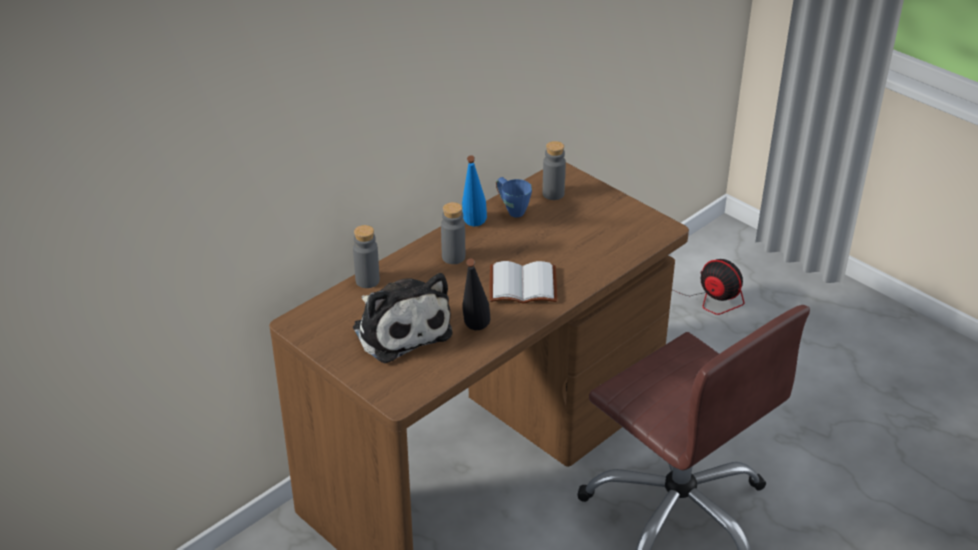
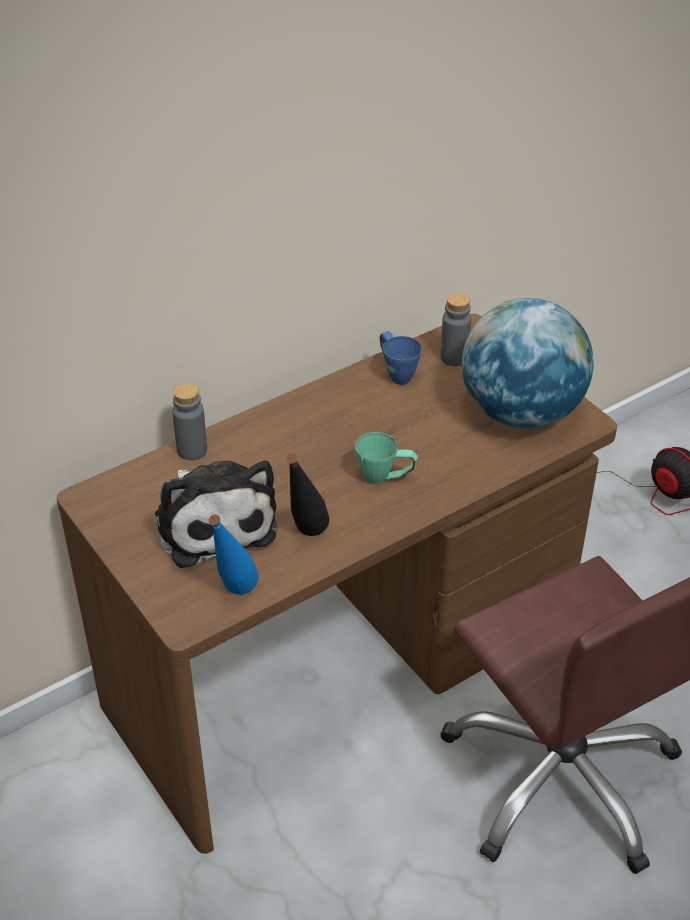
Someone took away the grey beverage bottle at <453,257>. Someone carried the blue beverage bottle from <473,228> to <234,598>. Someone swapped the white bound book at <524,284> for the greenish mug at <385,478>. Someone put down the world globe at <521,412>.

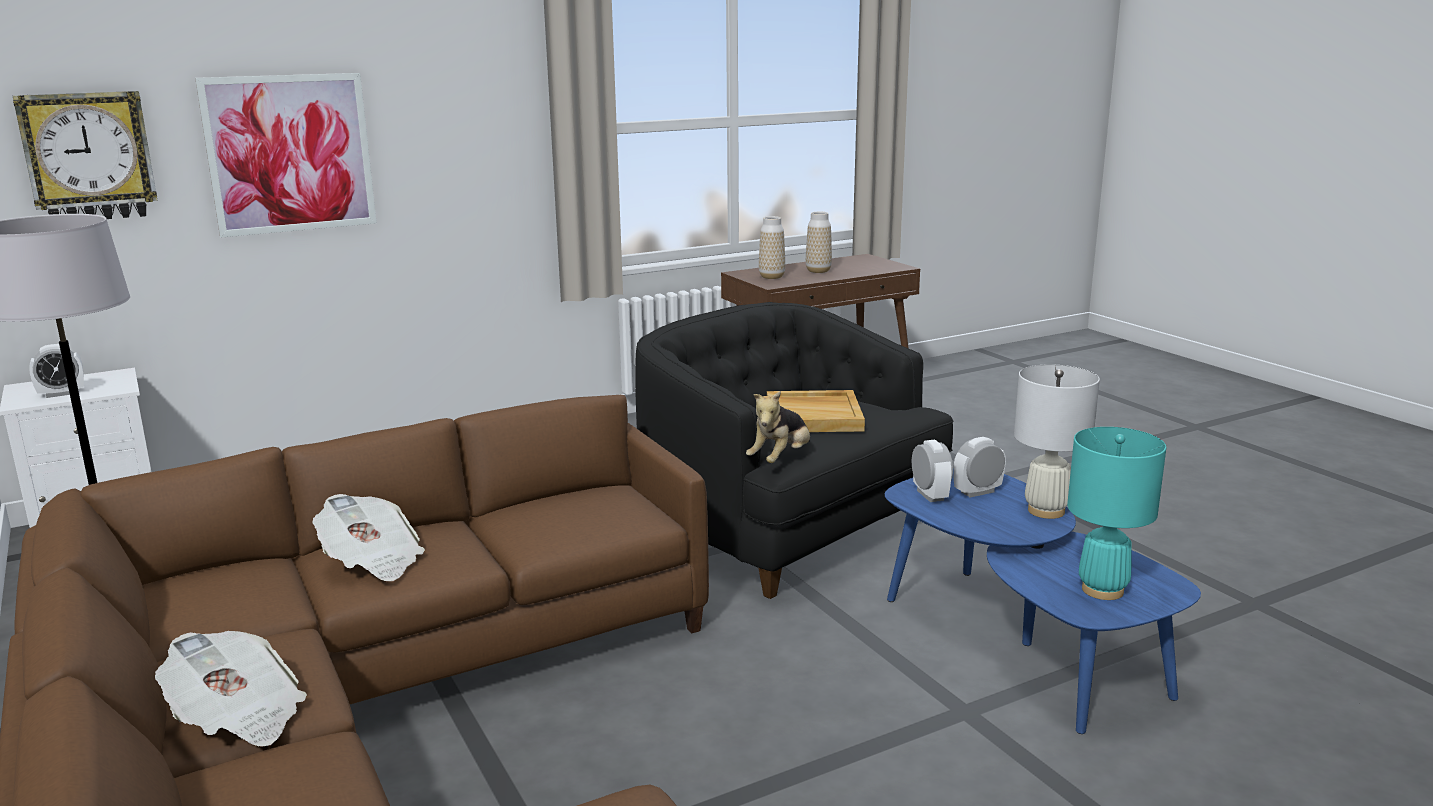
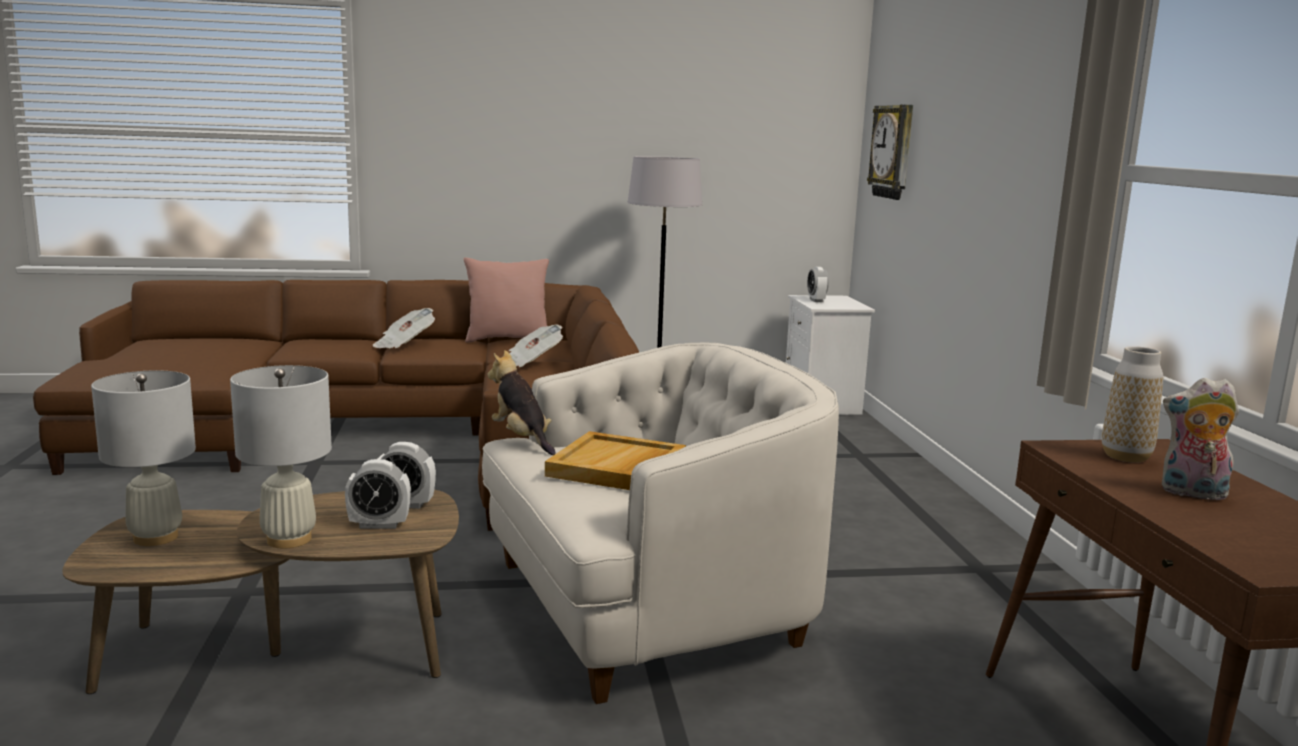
Someone took away the picture at <290,154>. Someone repainted the blackish armchair at <787,528>, which became the white armchair at <646,607>. Someone swapped the vase at <818,271> for the soft toy at <1191,493>. Someone repainted the blue low table at <1019,643>, which became the brown low table at <282,652>. Someone rotated the bedside clock at <977,492> by 90 degrees clockwise. Someone repainted the turquoise-coloured tabletop lamp at <1103,590>, which became the white tabletop lamp at <155,537>. Someone put down the pink pillow at <508,339>.

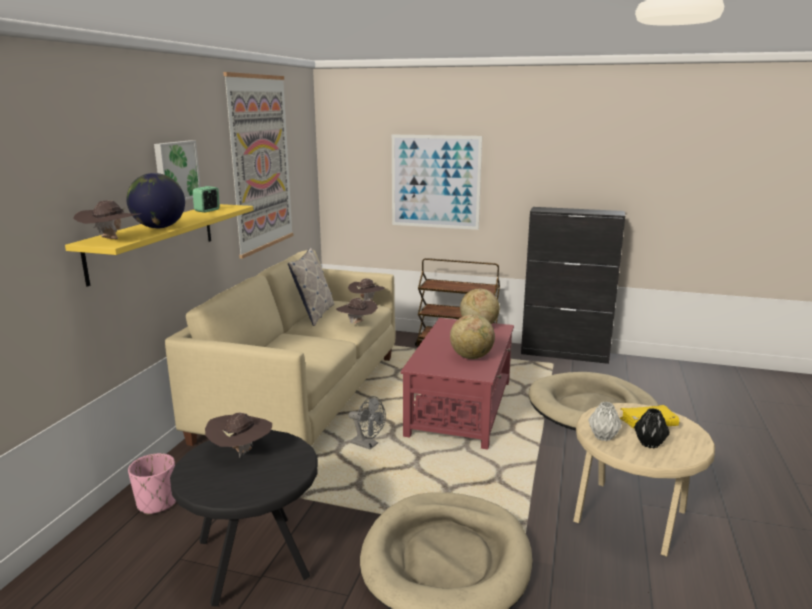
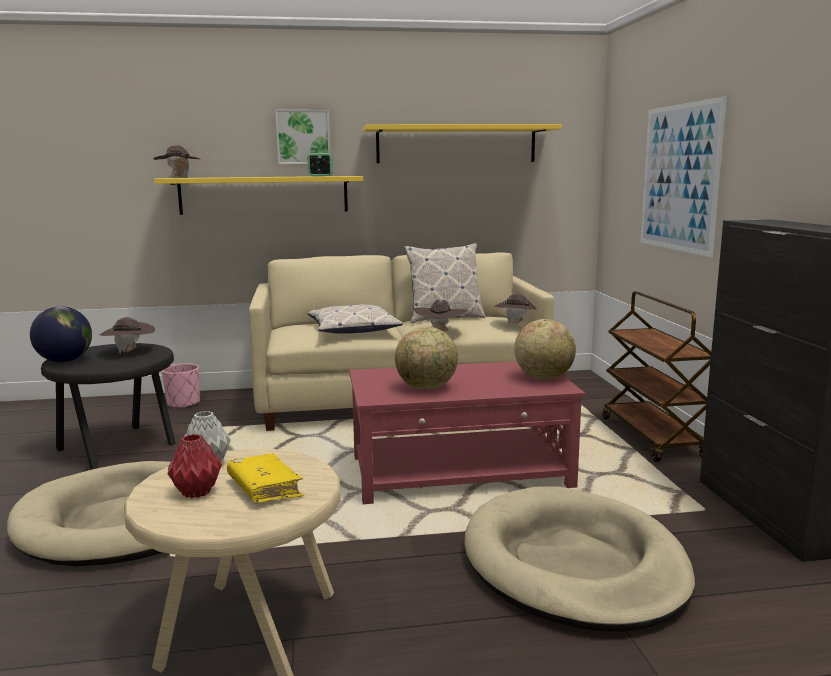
Someone carried the world globe from <159,228> to <64,361>. Someone swapped the picture at <261,163> for the yellow-coloured wall shelf at <456,144>. Someone took away the grey fan at <368,445>. Someone repainted the blackish vase at <649,444>, which became the red vase at <195,492>. Someone put down the pillow at <353,329>.

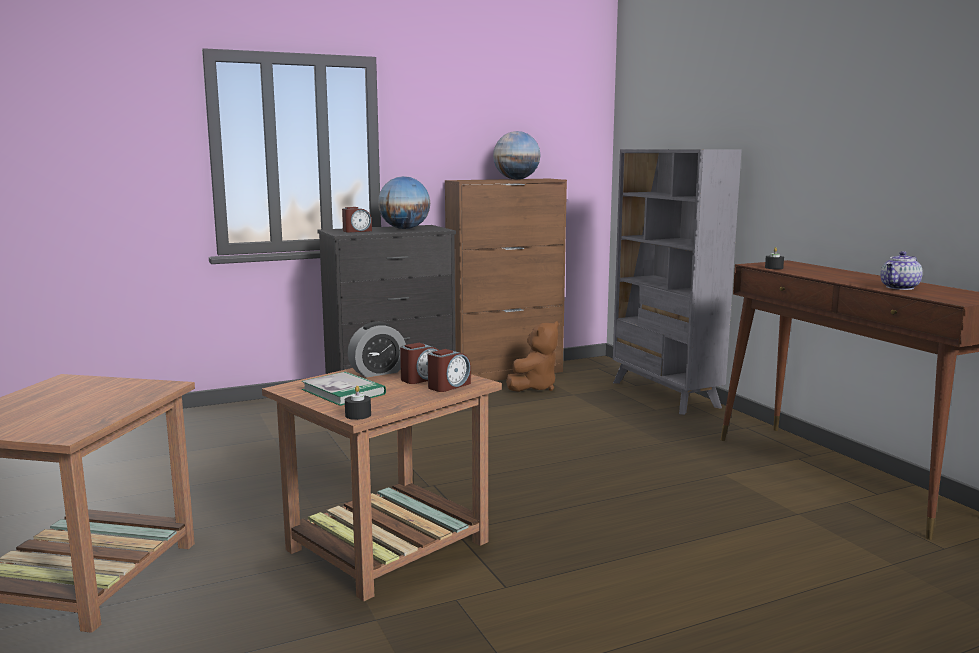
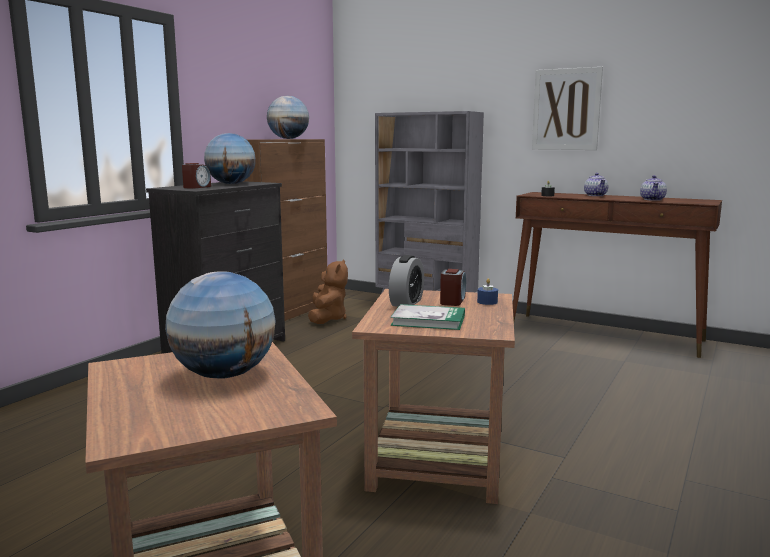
Someone took away the blackish candle at <358,415>. Someone swapped the bedside clock at <448,386> for the blue candle at <487,302>. Someone put down the world globe at <224,375>. Someone put up the picture at <566,109>. Someone put down the teapot at <596,195>.

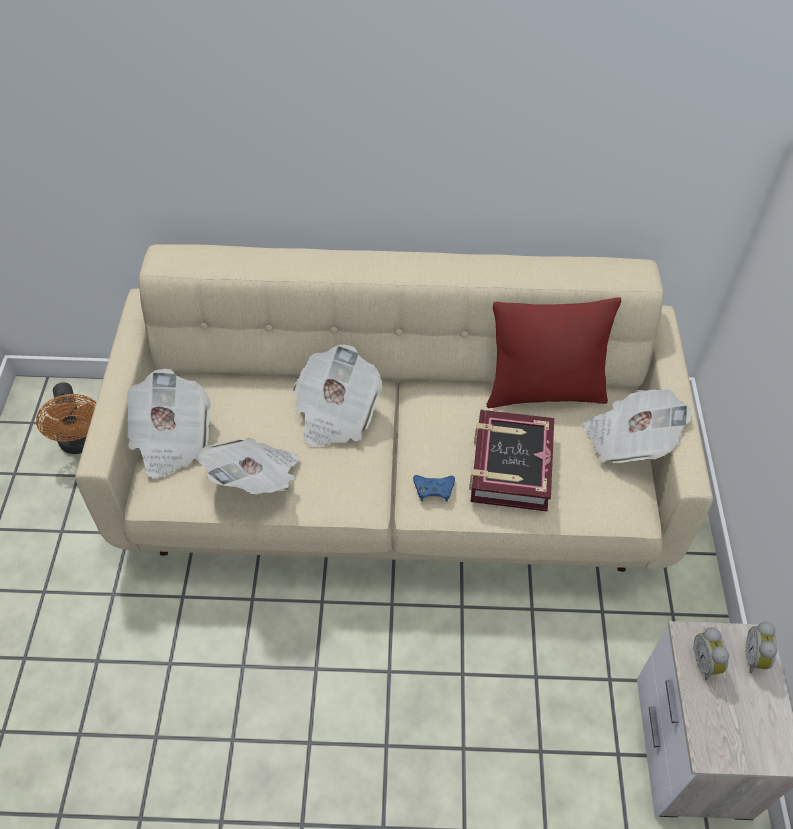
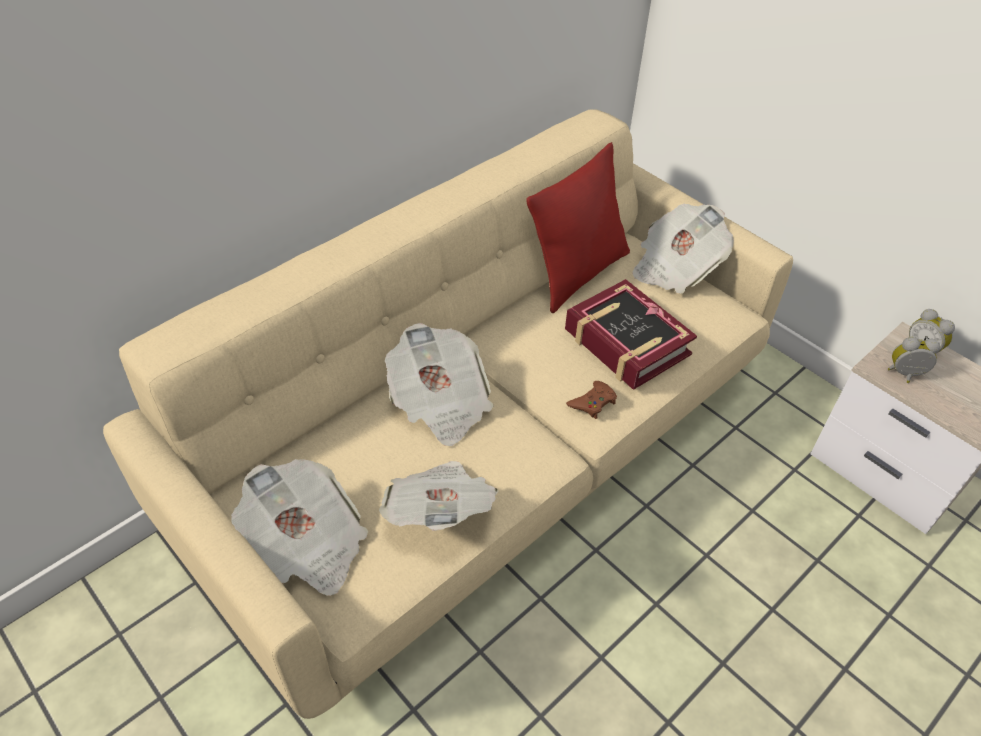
Someone took away the orange-coloured fan at <82,443>. Someone repainted the blue game controller at <433,489>, which became the brown game controller at <593,402>. Someone rotated the bedside clock at <706,662> by 150 degrees clockwise.

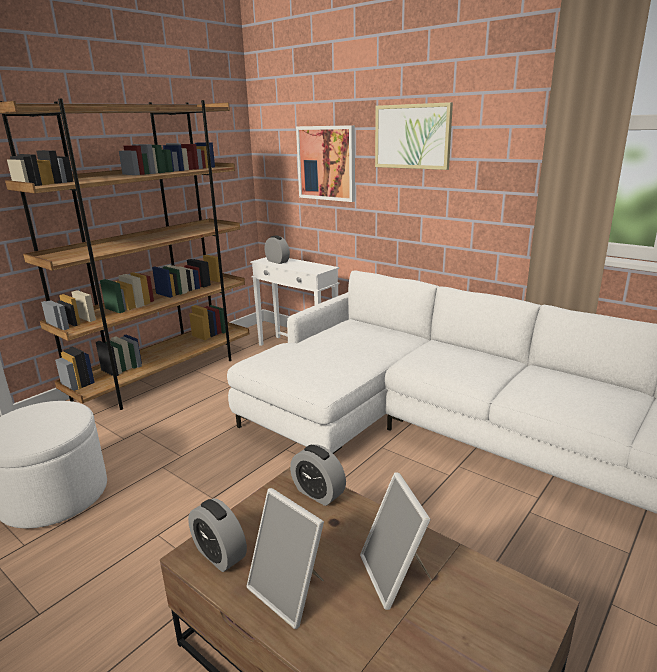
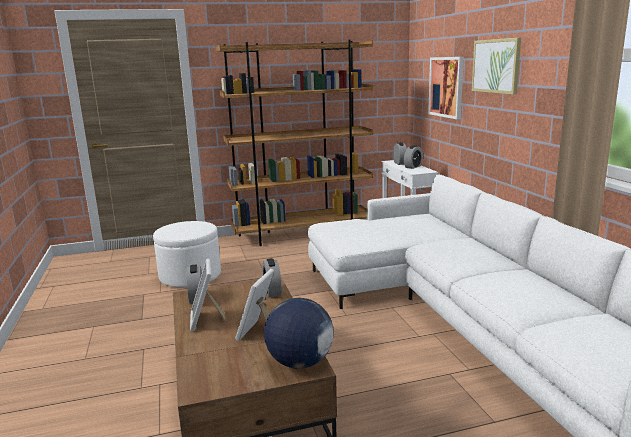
Someone put down the world globe at <300,363>. Someone put down the bedside clock at <413,167>.

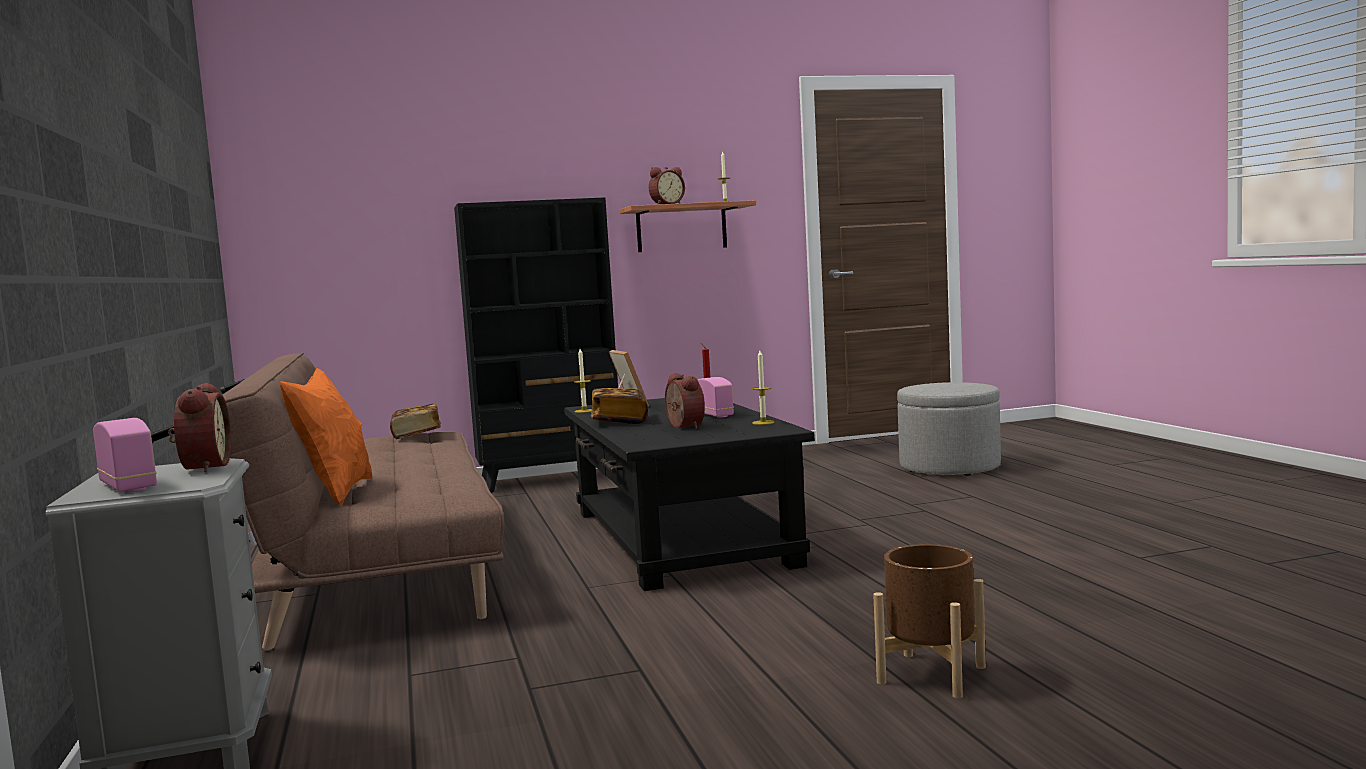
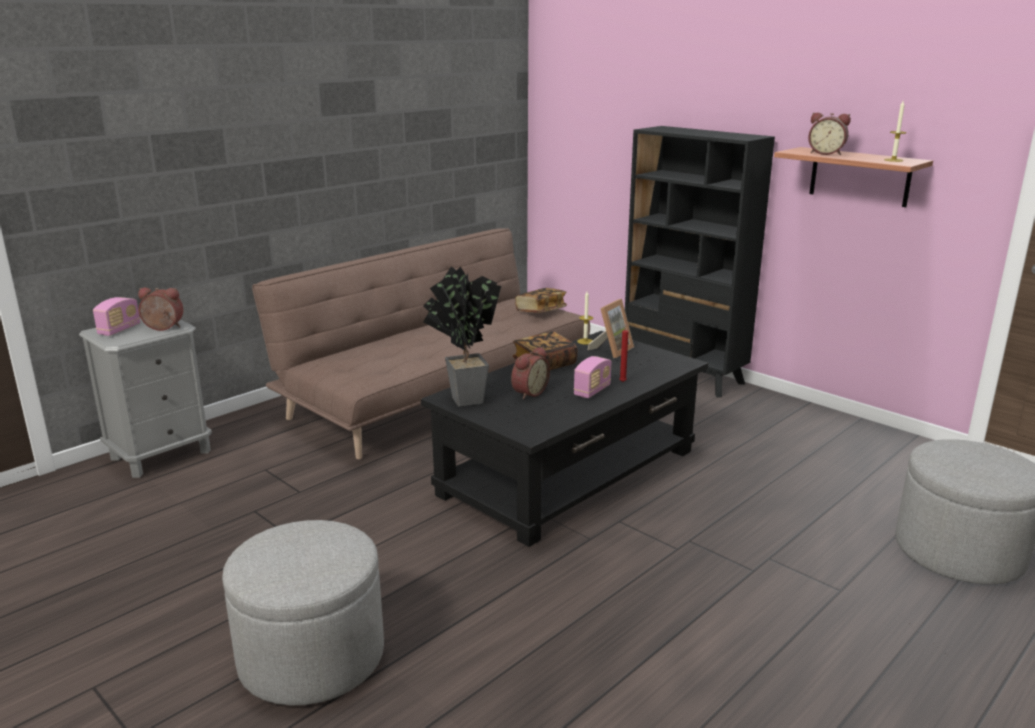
Someone rotated the bedside clock at <202,468> by 135 degrees counterclockwise. Someone took away the orange-coloured pillow at <335,493>. Someone took away the candle at <763,422>. Someone swapped the brown planter at <932,675> for the grey pouffe at <311,657>. Someone put down the houseplant at <461,399>.

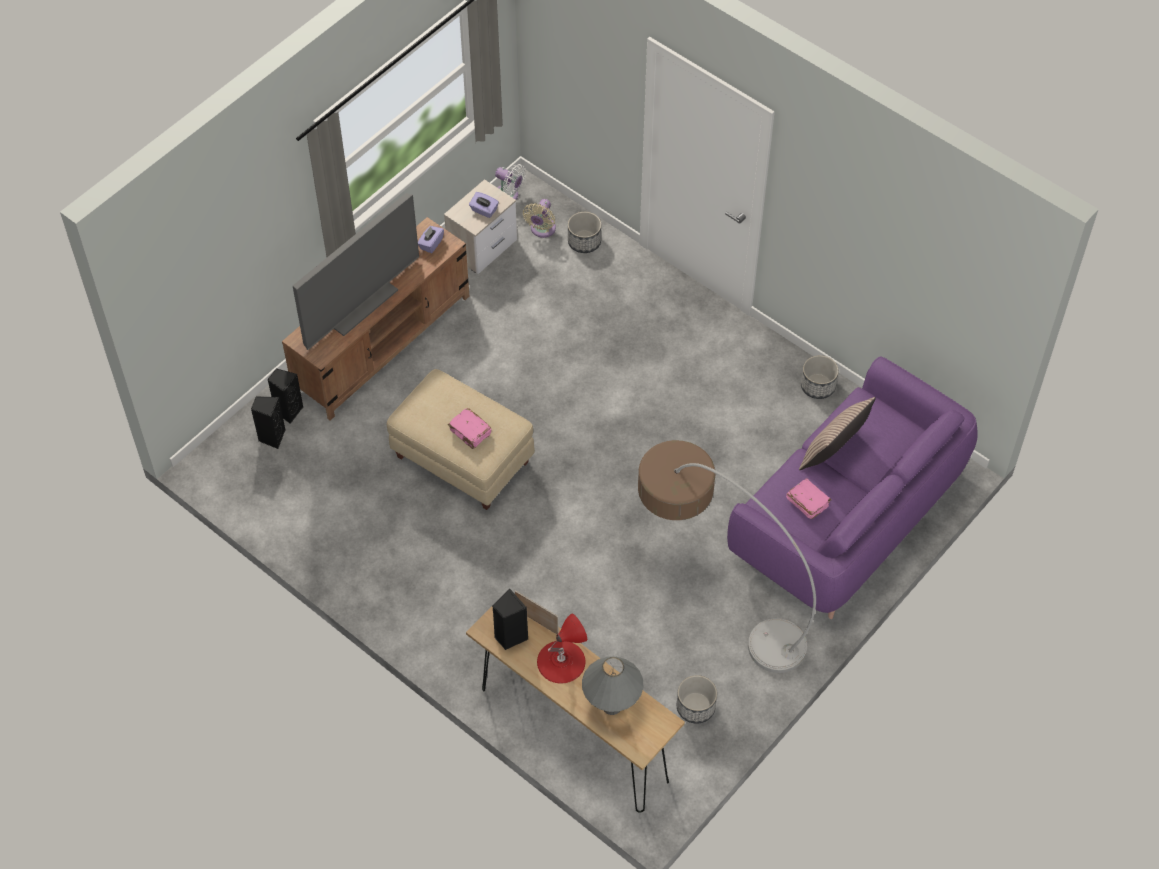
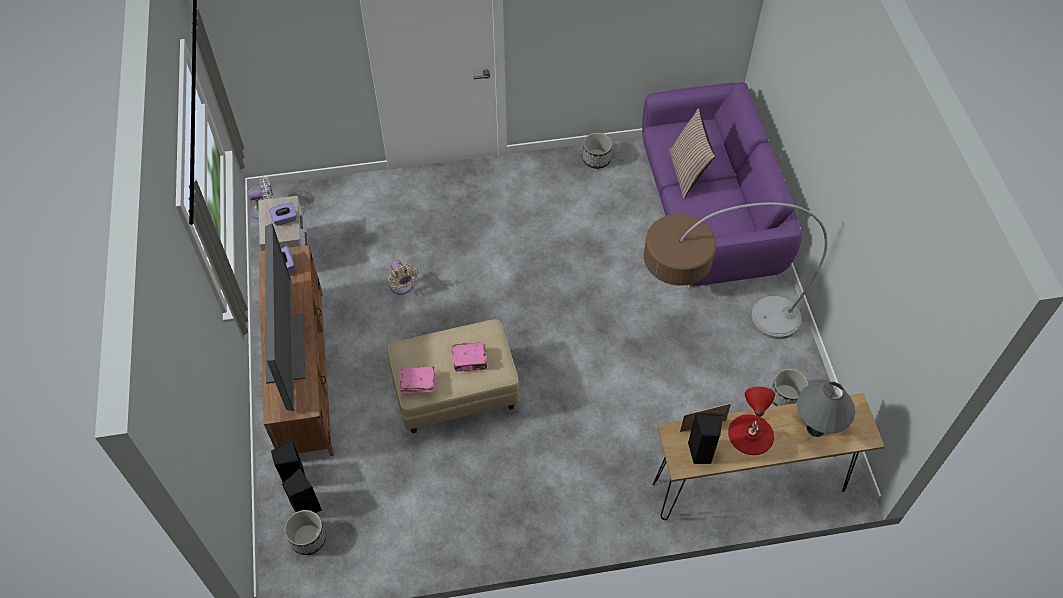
Someone carried the sand-coloured fan from <542,230> to <402,287>. Someone carried the planter from <584,242> to <308,539>. Someone carried the pink bound book from <807,502> to <417,384>.

